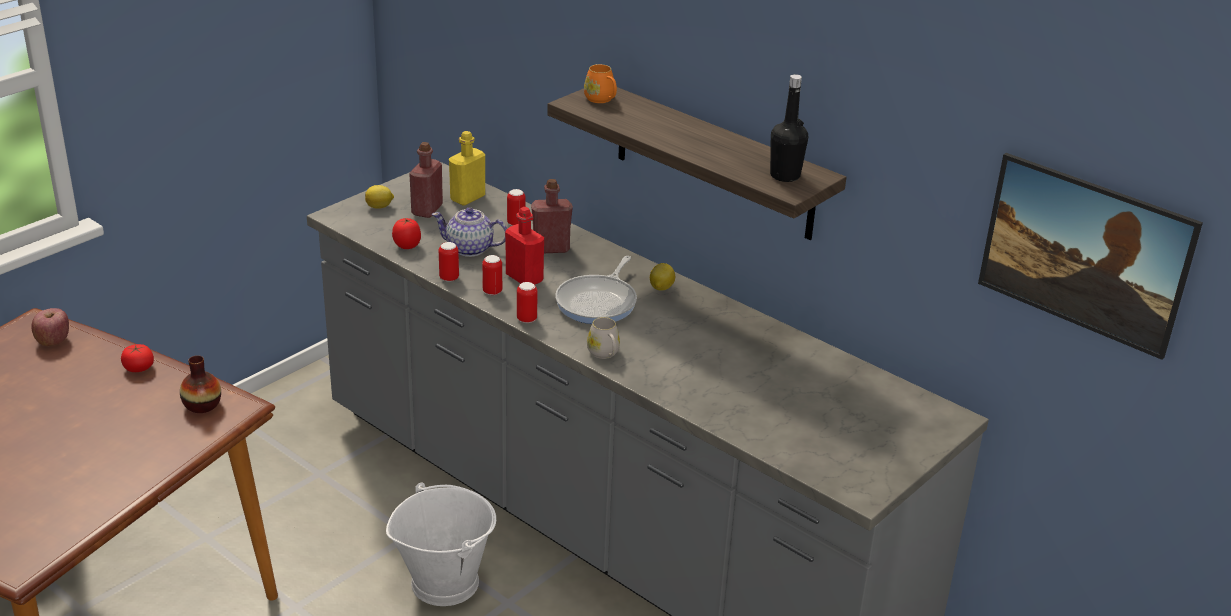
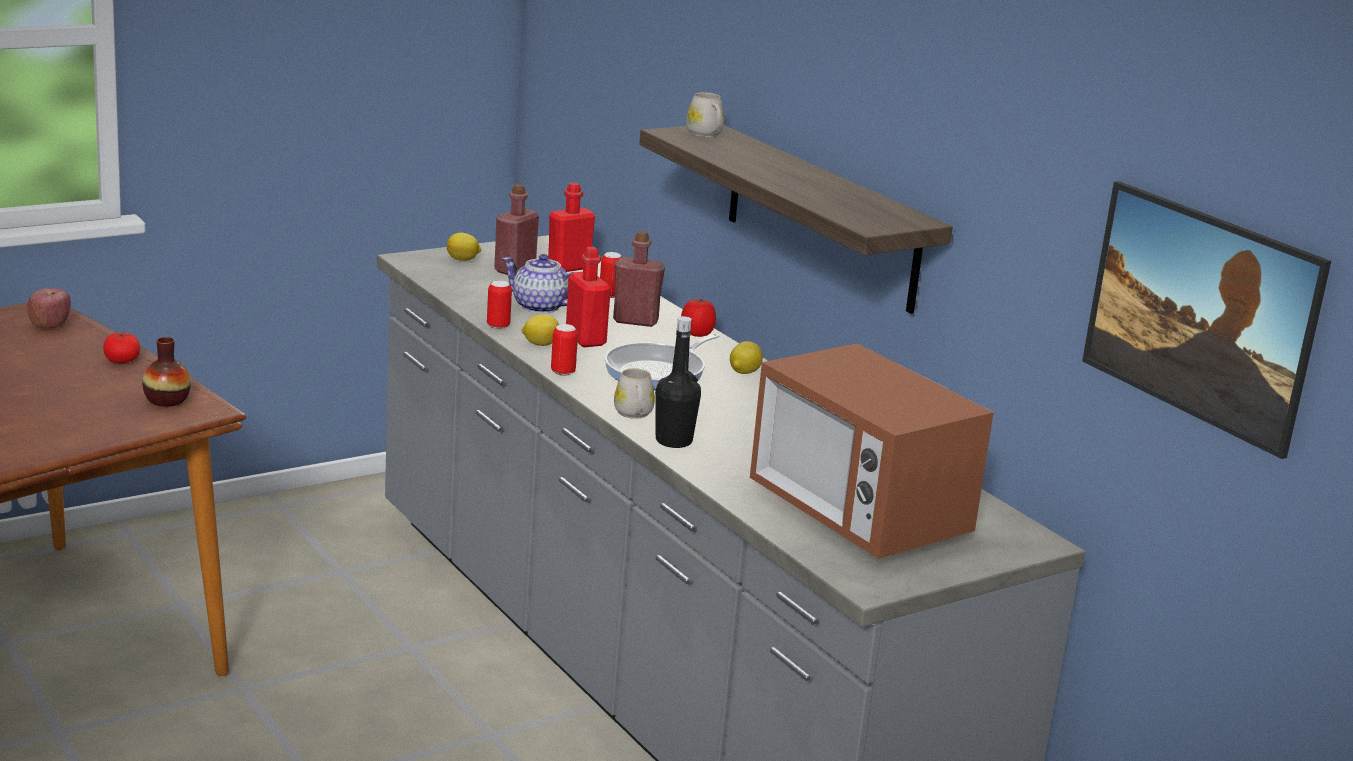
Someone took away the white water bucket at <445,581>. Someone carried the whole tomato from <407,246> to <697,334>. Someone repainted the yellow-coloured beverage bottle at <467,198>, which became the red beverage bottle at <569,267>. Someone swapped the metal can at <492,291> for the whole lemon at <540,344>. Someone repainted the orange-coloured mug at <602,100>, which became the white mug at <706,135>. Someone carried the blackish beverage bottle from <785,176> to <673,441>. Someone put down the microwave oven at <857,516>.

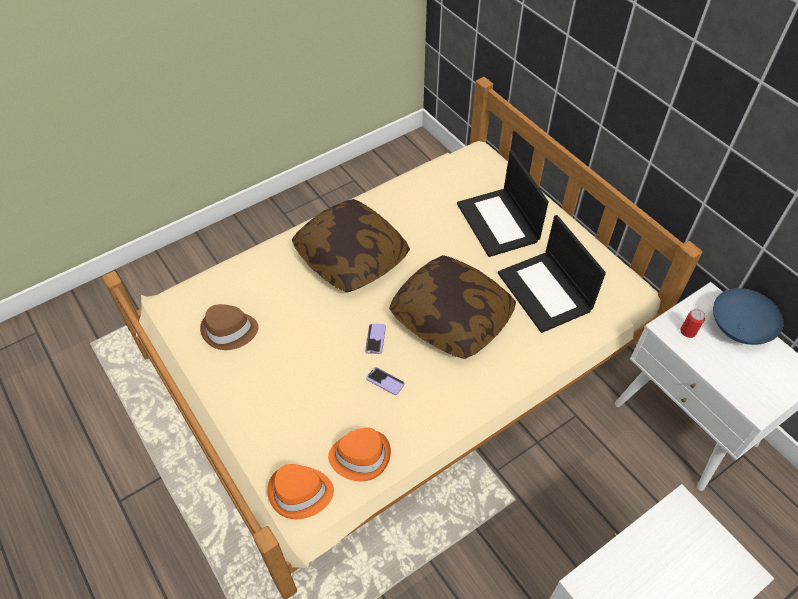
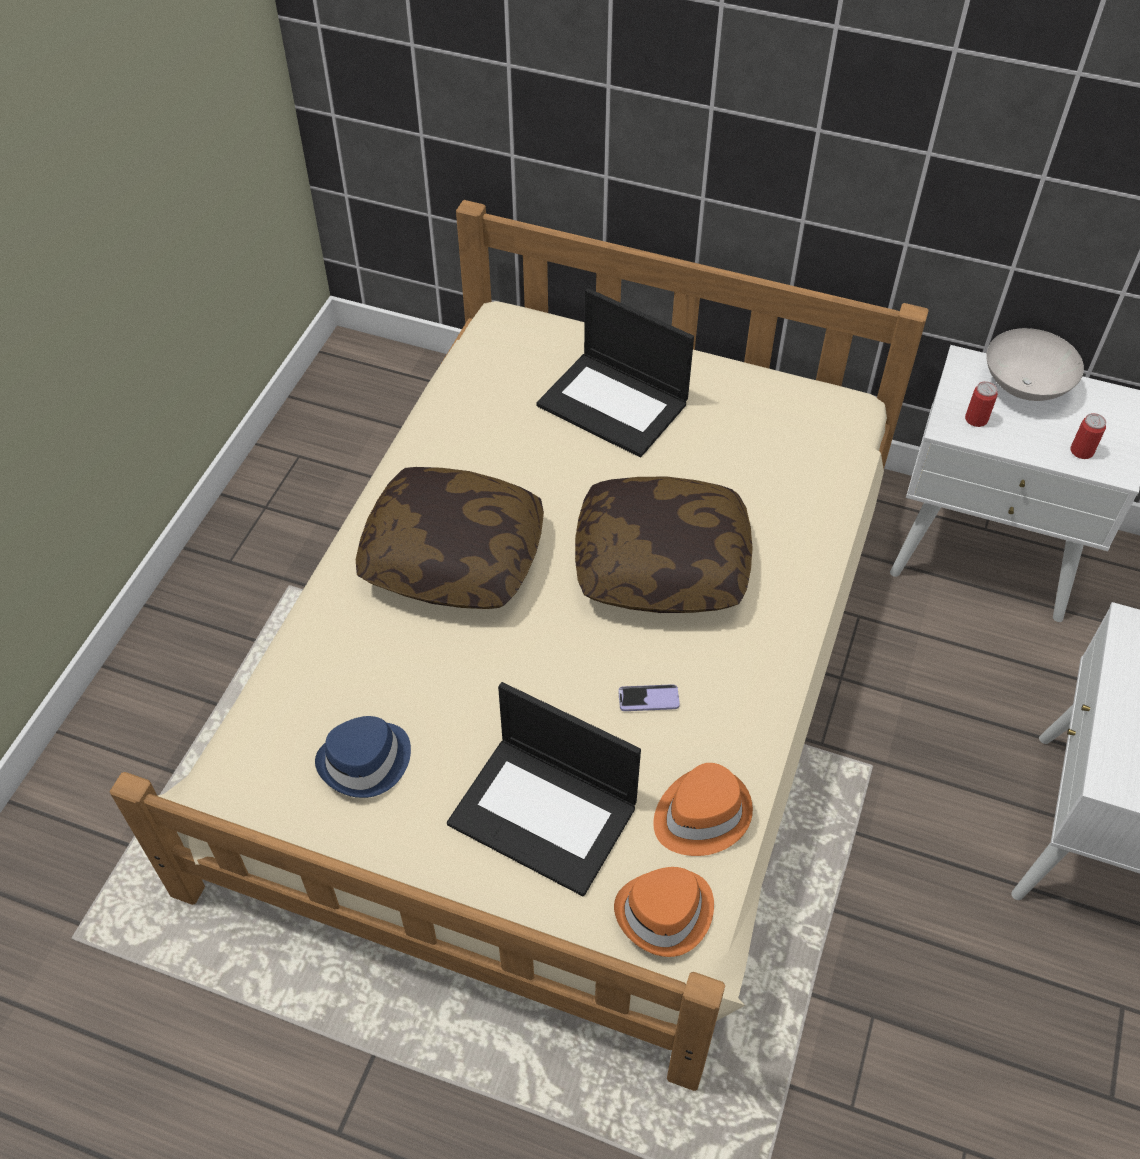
Someone repainted the brown hat at <229,331>, which became the blue hat at <366,761>. Someone took away the telephone at <375,339>. Someone carried the laptop from <545,292> to <545,814>. Someone repainted the blue deep dish at <739,330>, which became the white deep dish at <1026,387>. Someone put down the metal can at <1081,451>.

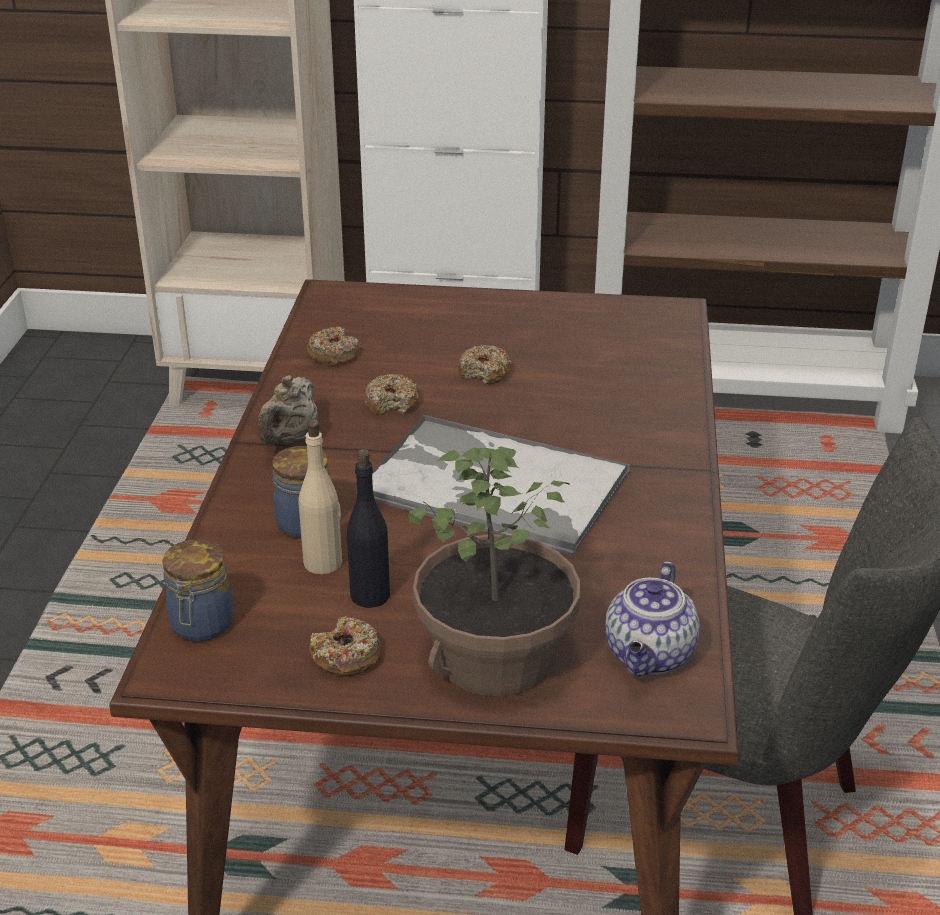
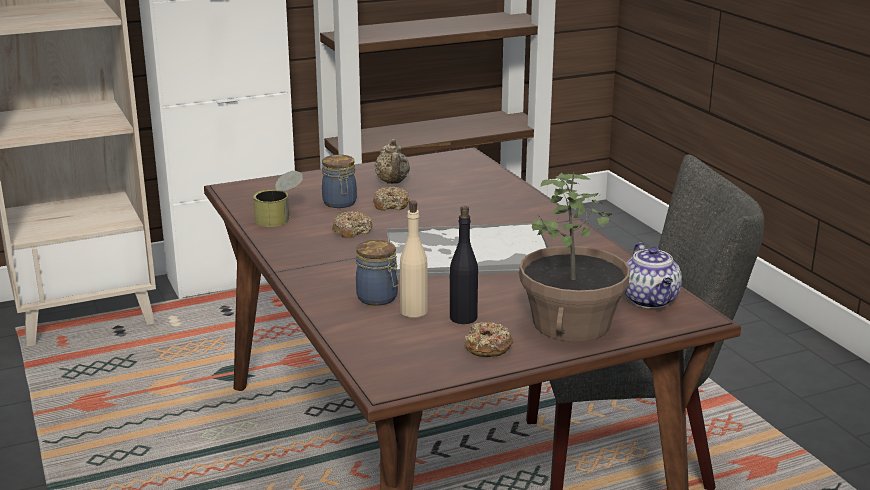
Someone carried the storage jar from <201,626> to <340,203>. Someone carried the sand-coloured teapot from <289,440> to <392,182>. Someone swapped the ring doughnut at <333,355> for the metal can at <280,217>.

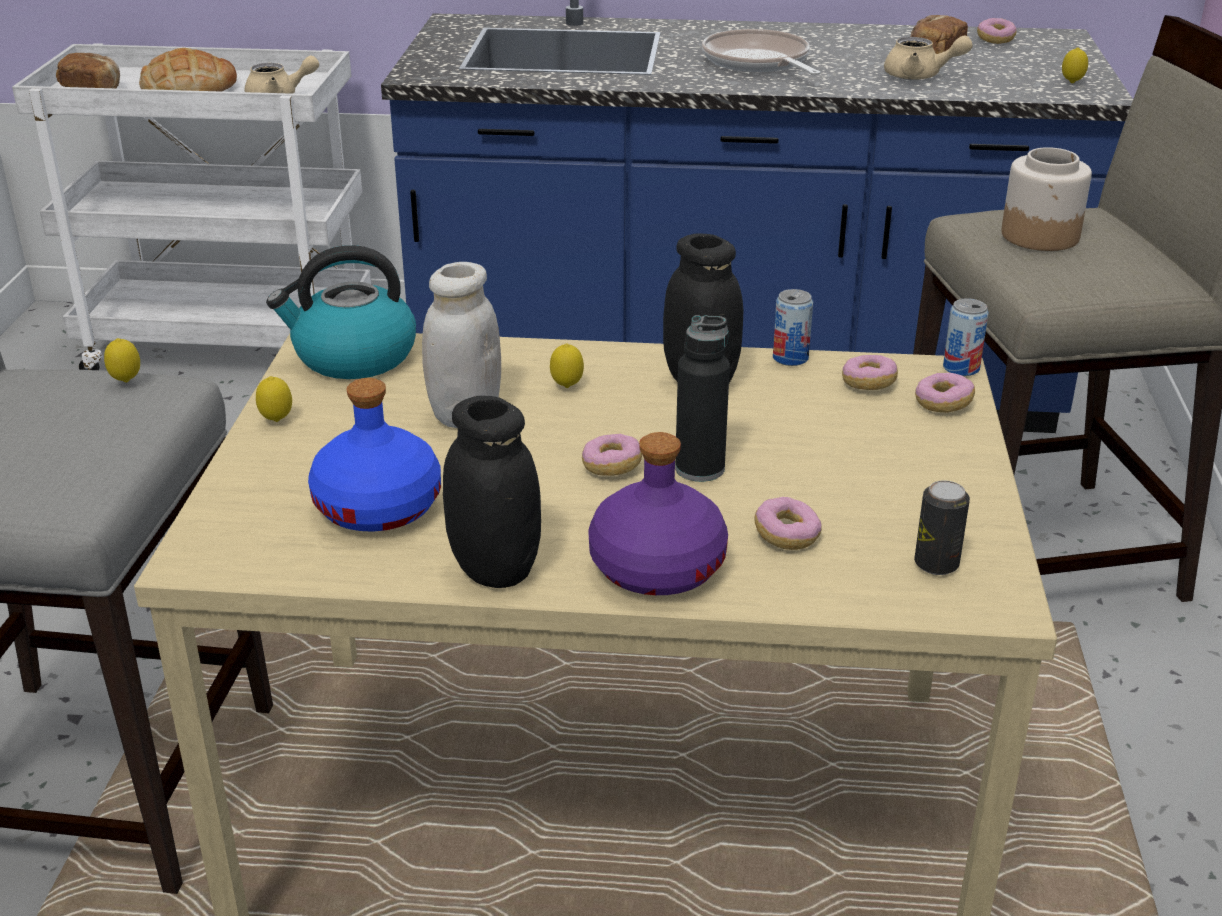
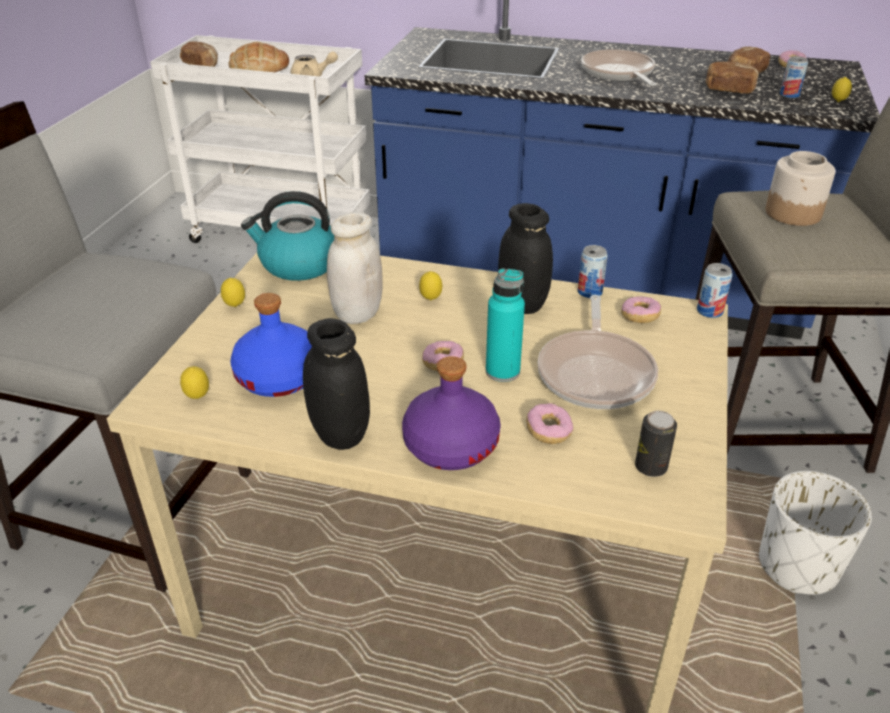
Someone carried the whole lemon from <126,382> to <198,398>. Someone repainted the blackish beverage bottle at <699,469>, which became the turquoise-coloured beverage bottle at <502,371>. Someone swapped the sand-coloured teapot at <920,76> for the bakery bread at <729,90>. Someone took away the ring doughnut at <943,404>. Someone put down the pan at <596,373>. Someone put down the white planter at <797,566>. Someone put down the metal can at <789,95>.

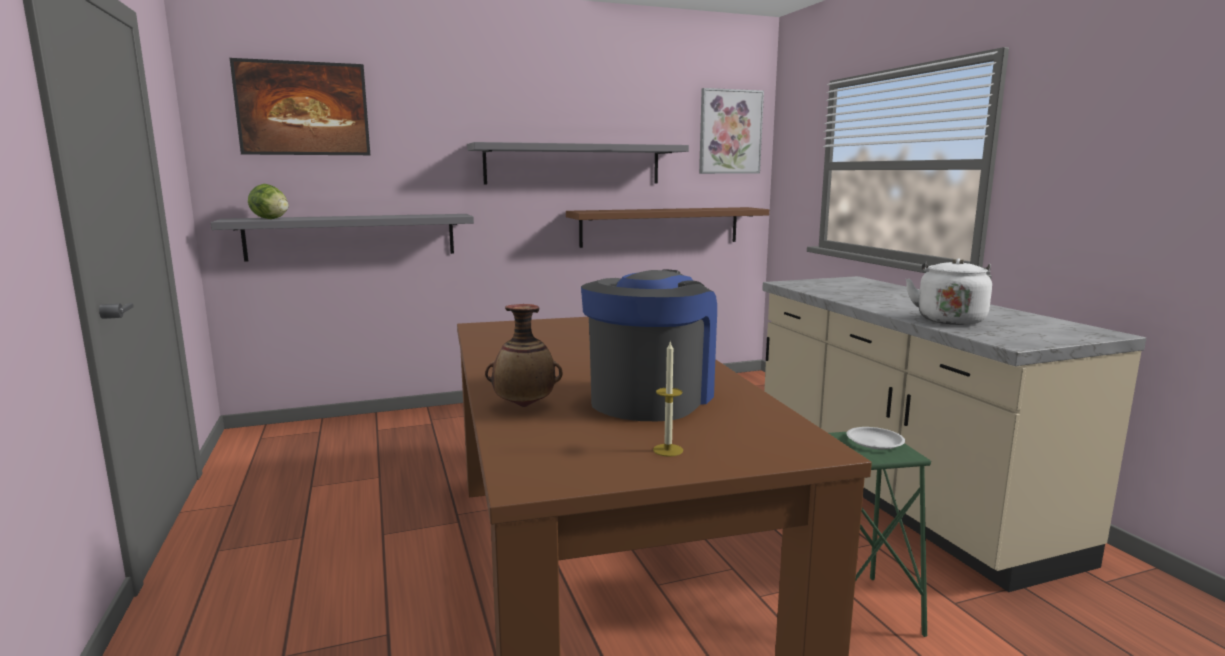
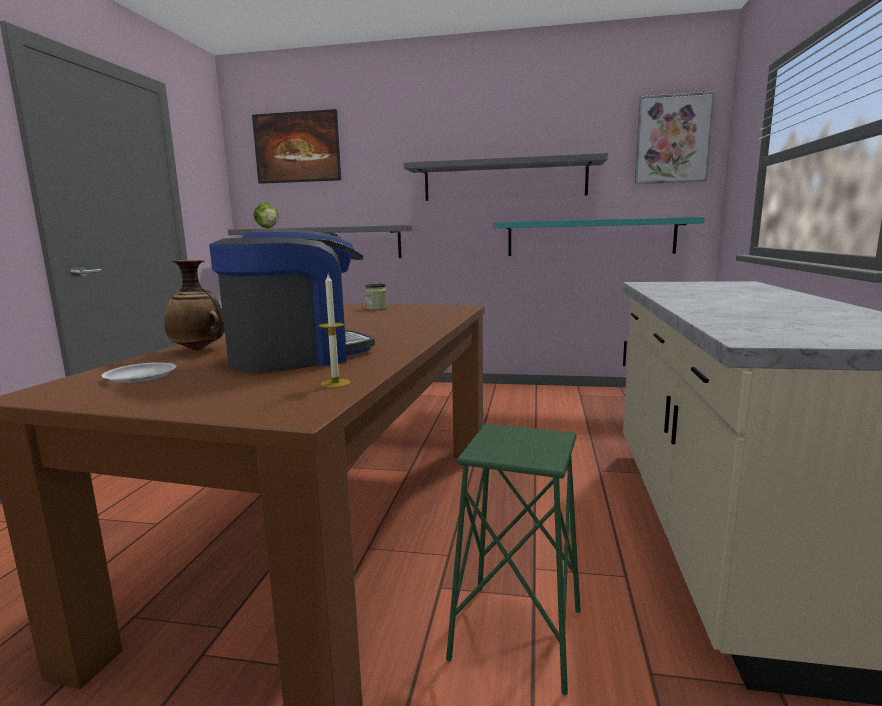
Someone repainted the brown wall shelf at <660,226>, which became the turquoise-coloured wall shelf at <590,237>. Someone carried the candle from <668,450> to <335,383>. Someone carried the white flat dish from <875,441> to <141,376>. Someone took away the white water kettle at <949,319>. Someone put down the storage jar at <376,308>.

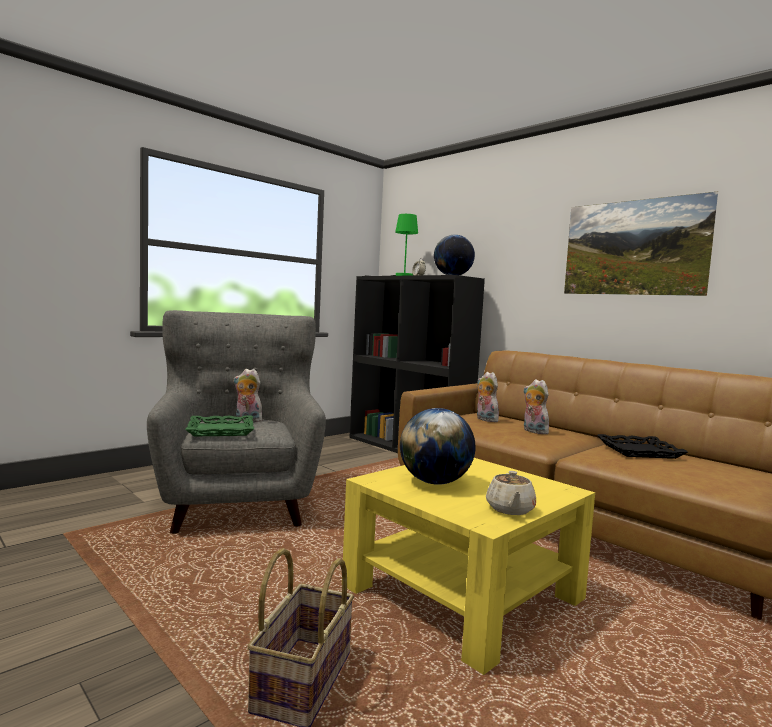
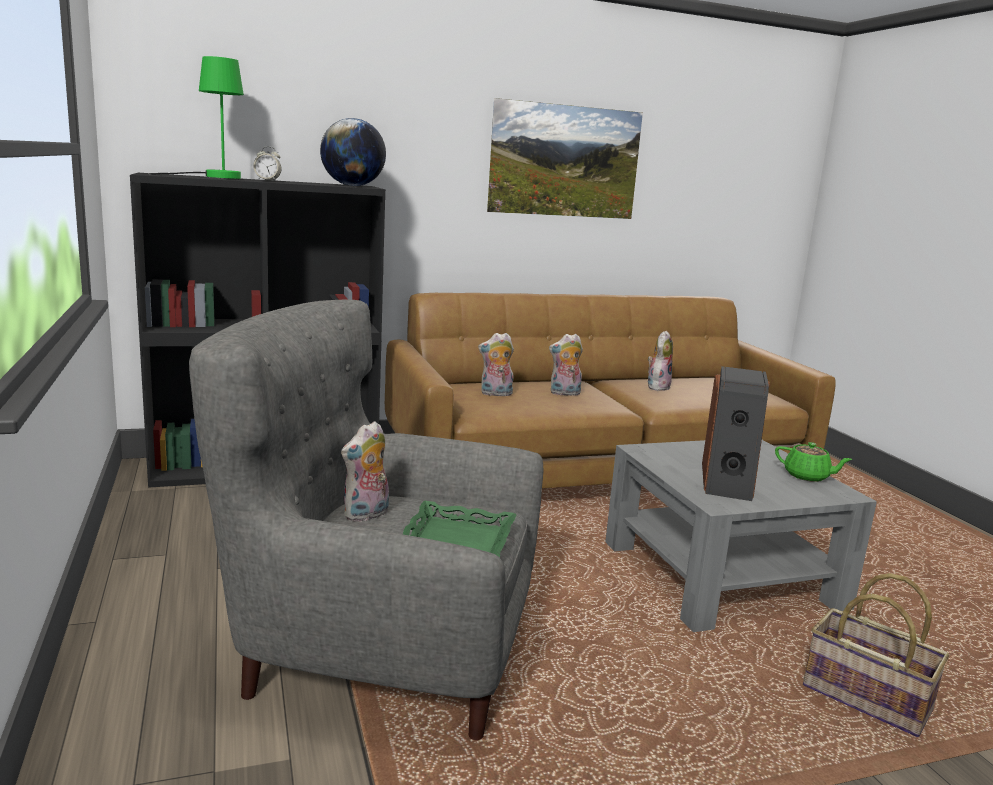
Someone repainted the yellow-coloured low table at <463,593>, which became the grey low table at <721,575>. Someone swapped the world globe at <435,482> for the audio speaker at <728,481>. Someone repainted the sand-coloured teapot at <510,509>, which became the greenish teapot at <807,476>. Someone swapped the blackish tray at <639,451> for the soft toy at <657,387>.

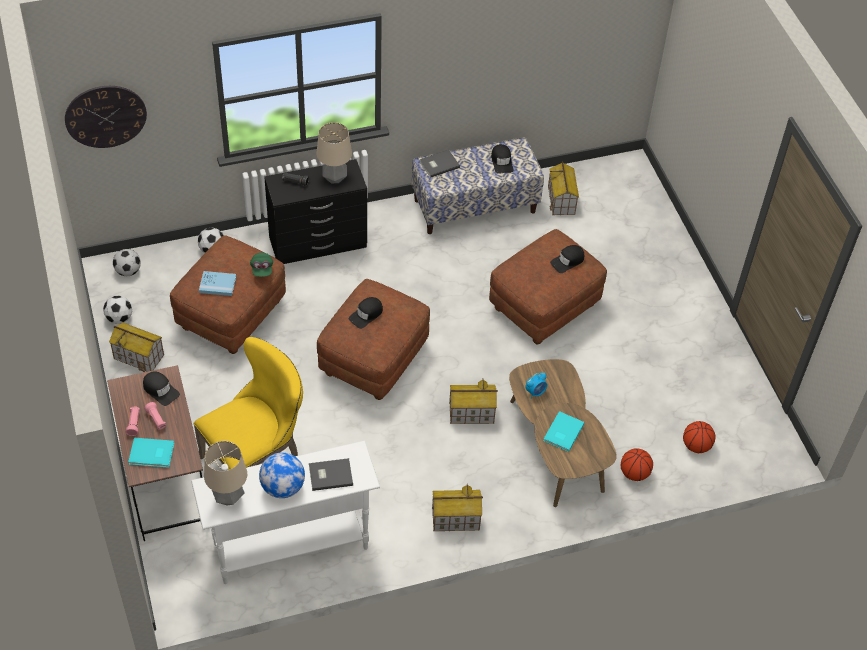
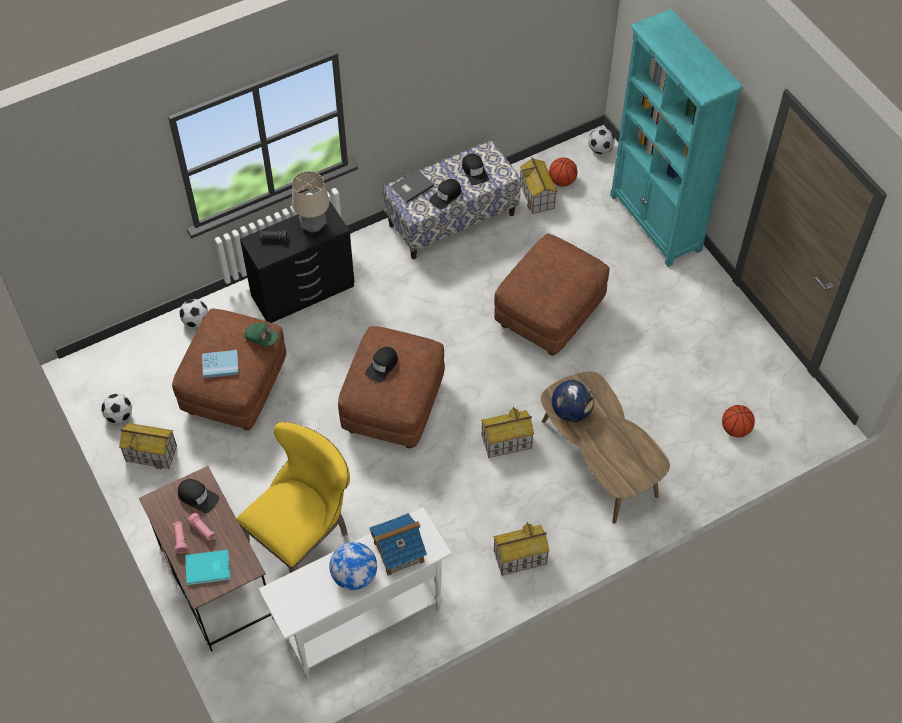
Someone took away the clock on the wall at <105,116>. Someone carried the ball for football from <128,271> to <600,149>. Someone took away the tabletop lamp at <229,497>. Someone rotated the greenish baseball cap at <262,269> by 45 degrees counterclockwise. Someone swapped the grey bound book at <330,474> for the toy house at <398,552>. Someone swapped the bedside clock at <535,392> for the world globe at <571,411>. Someone took away the turquoise-coloured bound book at <562,432>. Someone carried the blackish baseball cap from <568,261> to <446,196>. Someone carried the basketball from <634,473> to <562,181>. Someone put down the turquoise-coloured bookcase at <655,223>.

